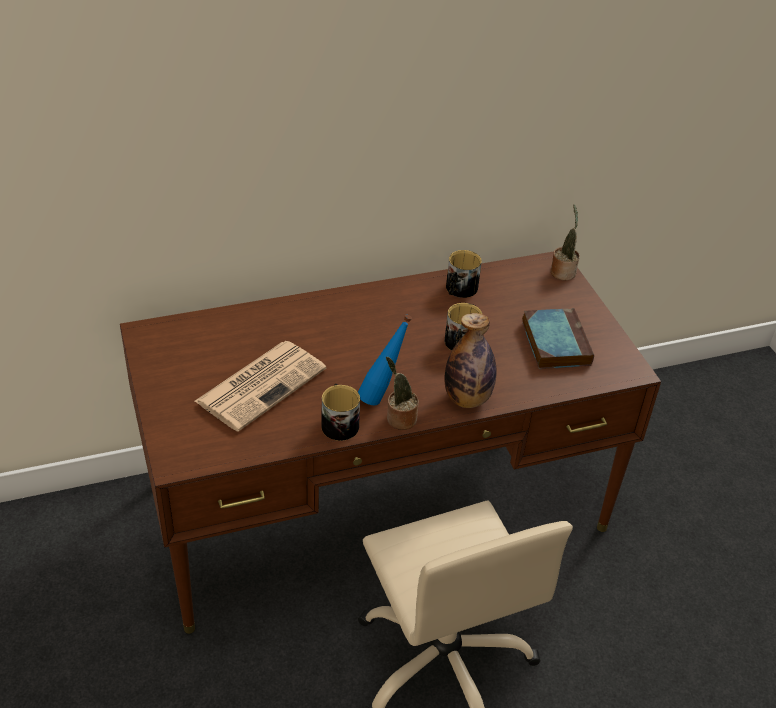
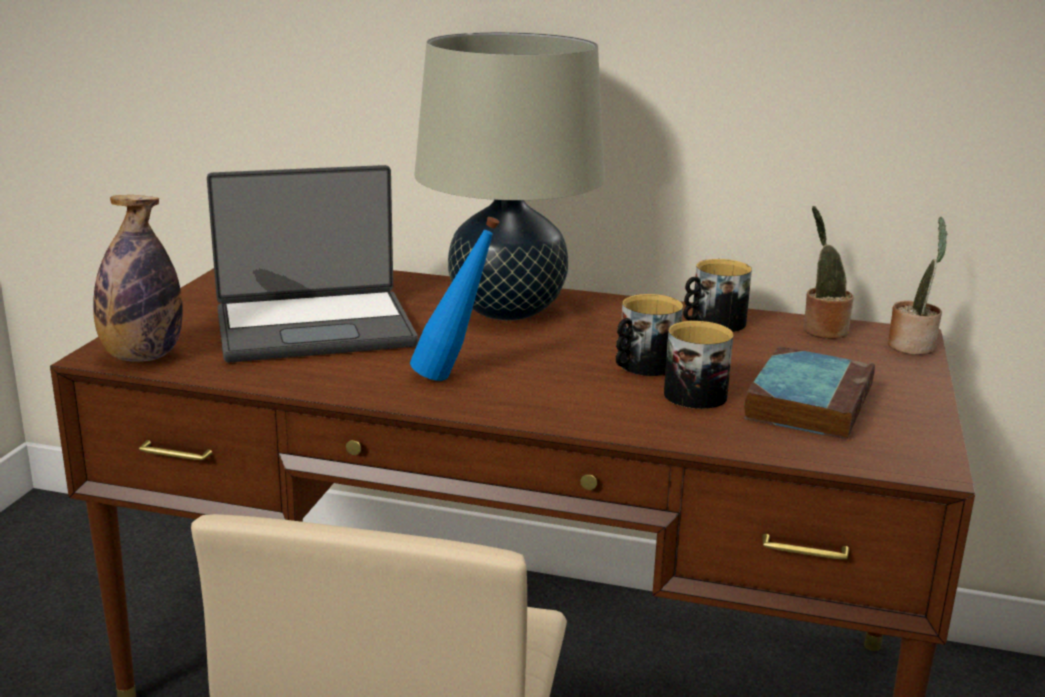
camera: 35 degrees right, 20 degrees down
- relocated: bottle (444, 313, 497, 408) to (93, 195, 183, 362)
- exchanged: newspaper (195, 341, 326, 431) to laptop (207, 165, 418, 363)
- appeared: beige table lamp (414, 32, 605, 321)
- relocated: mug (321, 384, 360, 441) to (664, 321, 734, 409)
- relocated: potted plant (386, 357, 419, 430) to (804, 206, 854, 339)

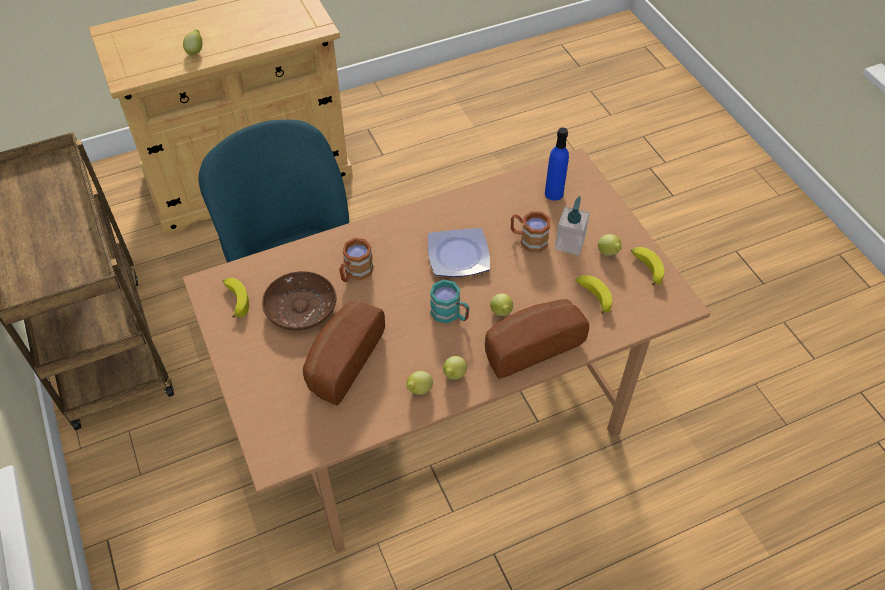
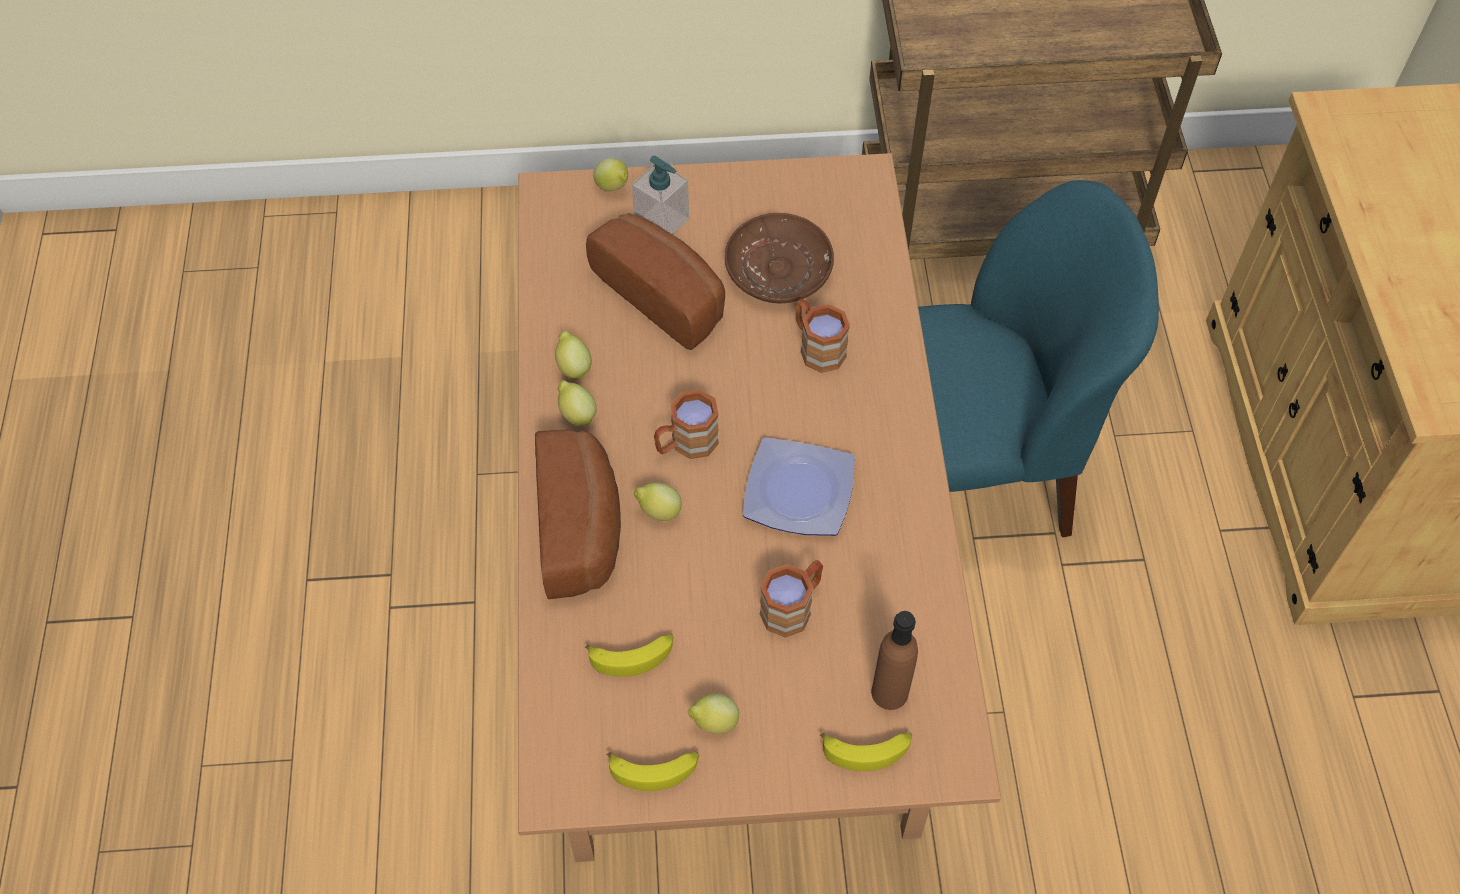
camera: 110 degrees right, 5 degrees up
- relocated: lemon (183, 29, 202, 56) to (593, 158, 628, 192)
- relocated: soap dispenser (555, 196, 590, 255) to (632, 156, 689, 235)
- colour: turquoise mug (430, 279, 470, 323) to brown mug (654, 389, 719, 459)
- relocated: banana (223, 278, 249, 318) to (820, 732, 912, 771)
- colour: blue bottle (545, 127, 569, 201) to brown bottle (871, 611, 918, 710)

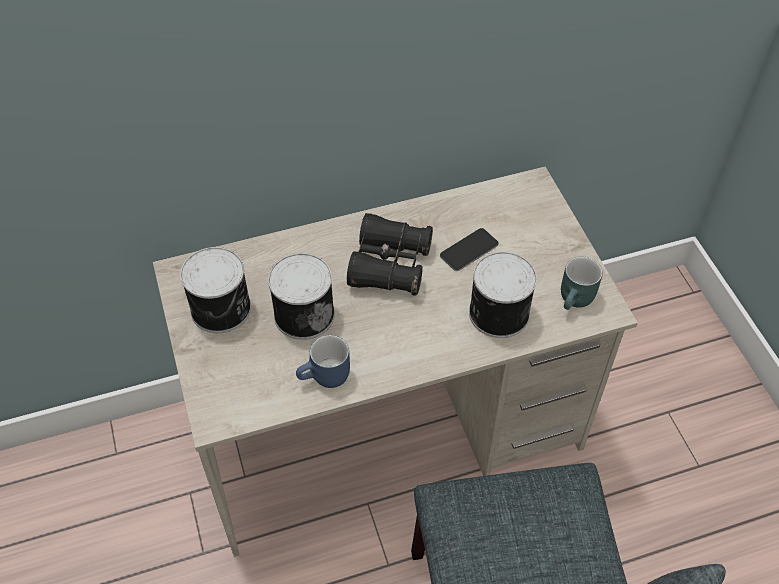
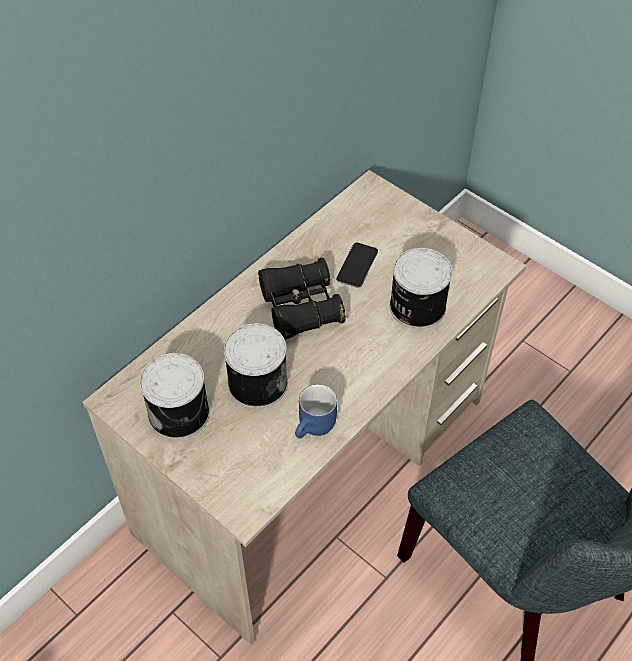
camera: 30 degrees left, 0 degrees up
- missing: turquoise mug (561, 257, 603, 310)

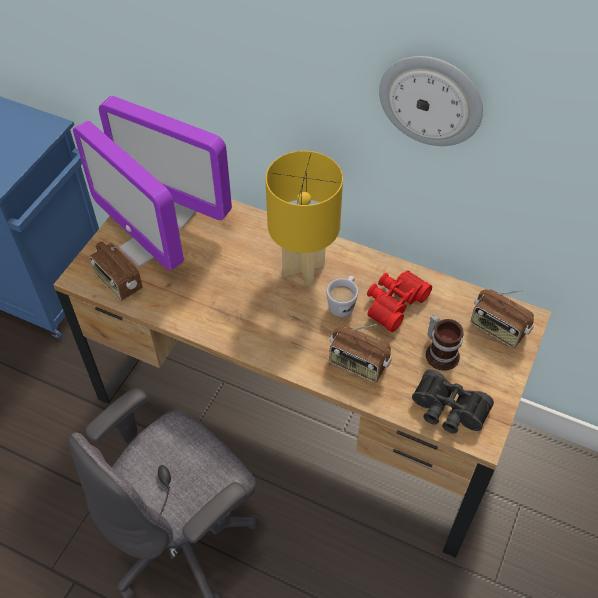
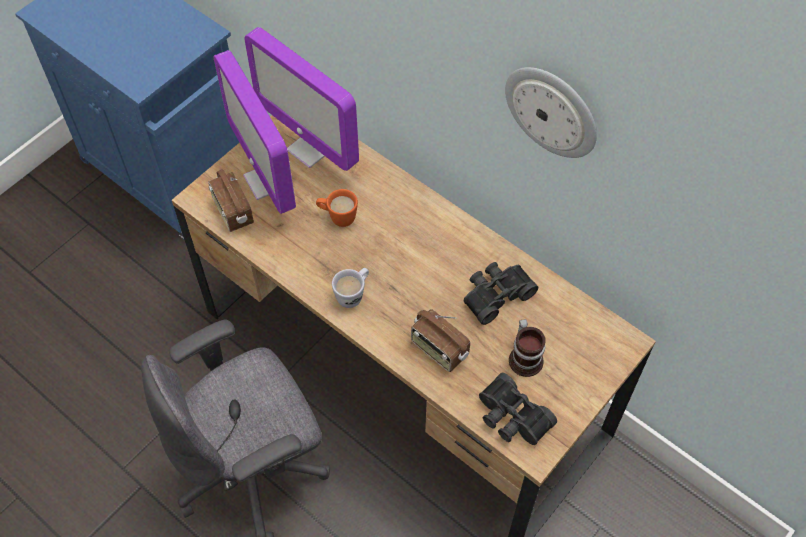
camera: 15 degrees right, 5 degrees up
- appeared: orange mug (316, 189, 358, 227)
- relocated: white mug (326, 276, 358, 317) to (332, 268, 369, 308)
- colour: red binoculars (367, 270, 432, 332) to black binoculars (463, 262, 538, 325)
- missing: yellow table lamp (265, 151, 343, 285)
- missing: radio (471, 290, 534, 348)

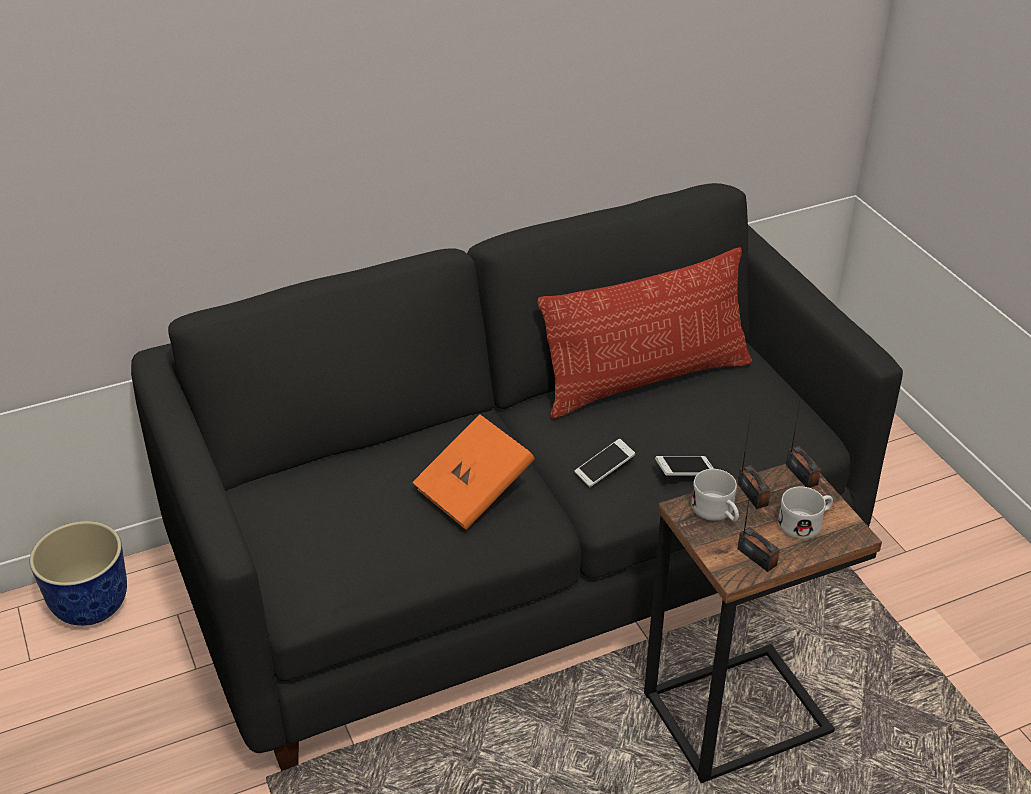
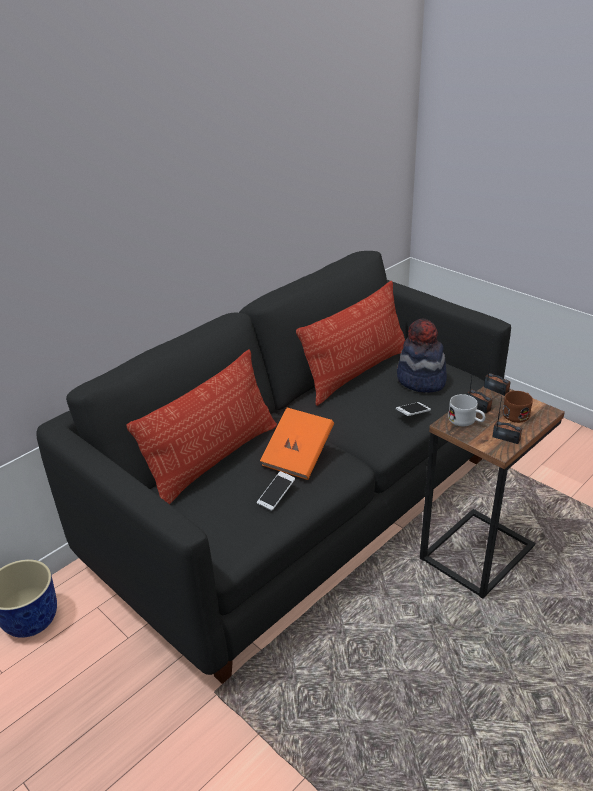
camera: 20 degrees left, 5 degrees down
- appeared: pillow (127, 350, 277, 504)
- relocated: phone (574, 439, 636, 487) to (257, 471, 296, 511)
- appeared: hat (397, 319, 447, 393)
- colour: white mug (778, 487, 833, 539) to brown mug (502, 391, 533, 423)

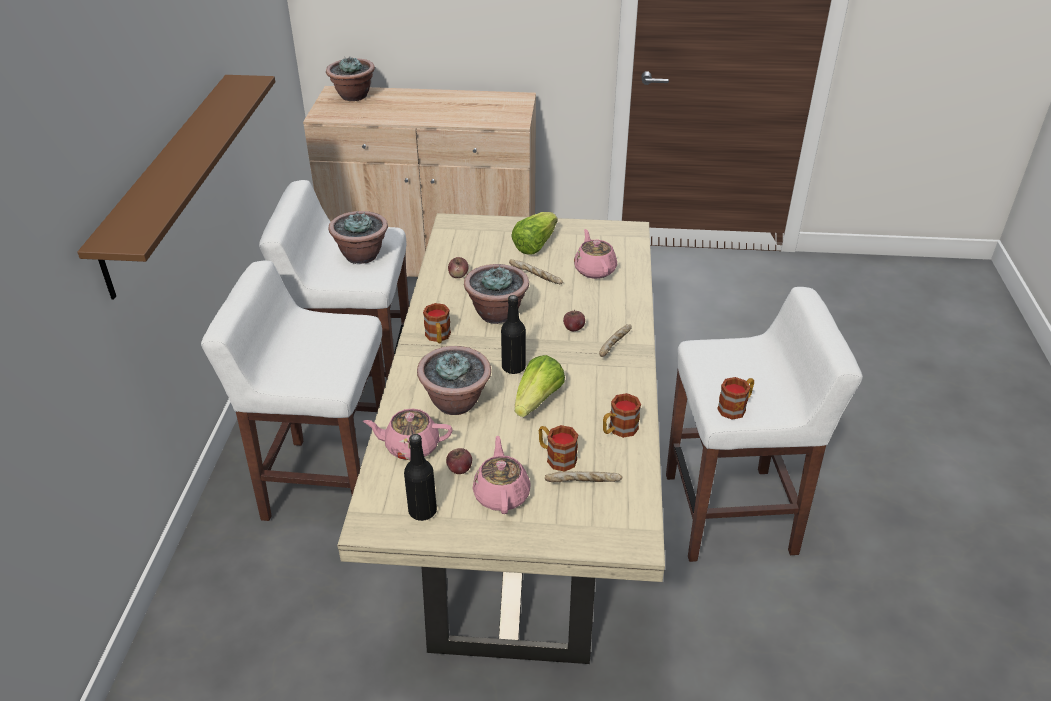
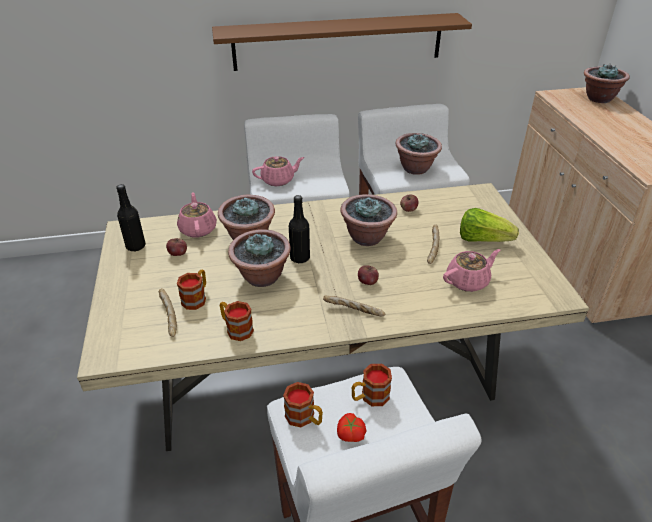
camera: 75 degrees right, 0 degrees up
- exchanged: lettuce (515, 355, 565, 417) to potted plant (228, 229, 291, 287)
- relocated: pink teapot (473, 435, 531, 514) to (252, 156, 304, 186)
- appeared: tomato (337, 413, 367, 442)
- relocated: mug (423, 303, 451, 343) to (351, 364, 392, 406)

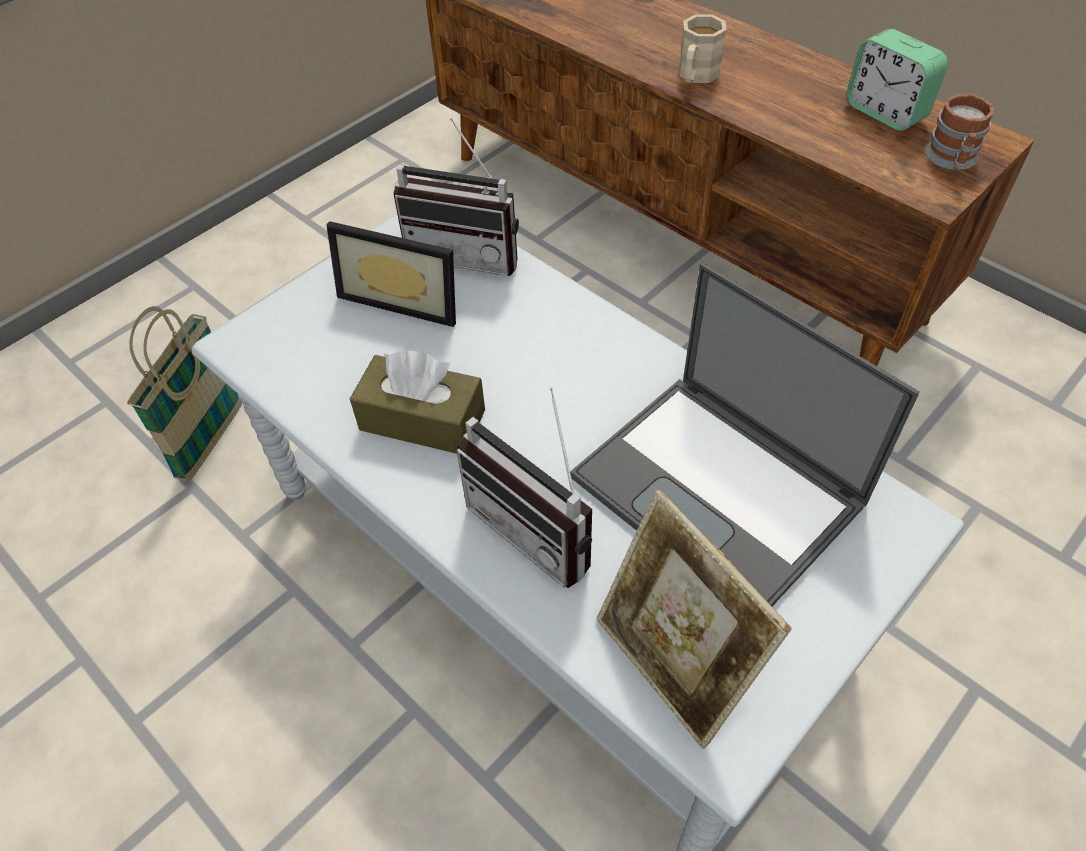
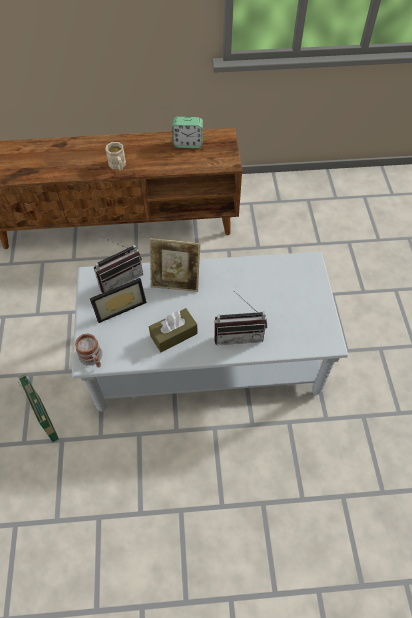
camera: 50 degrees left, 5 degrees up
- relocated: mug (925, 93, 994, 174) to (75, 334, 103, 368)
- relocated: picture frame (597, 490, 792, 749) to (150, 238, 200, 292)
- missing: laptop (570, 263, 920, 606)

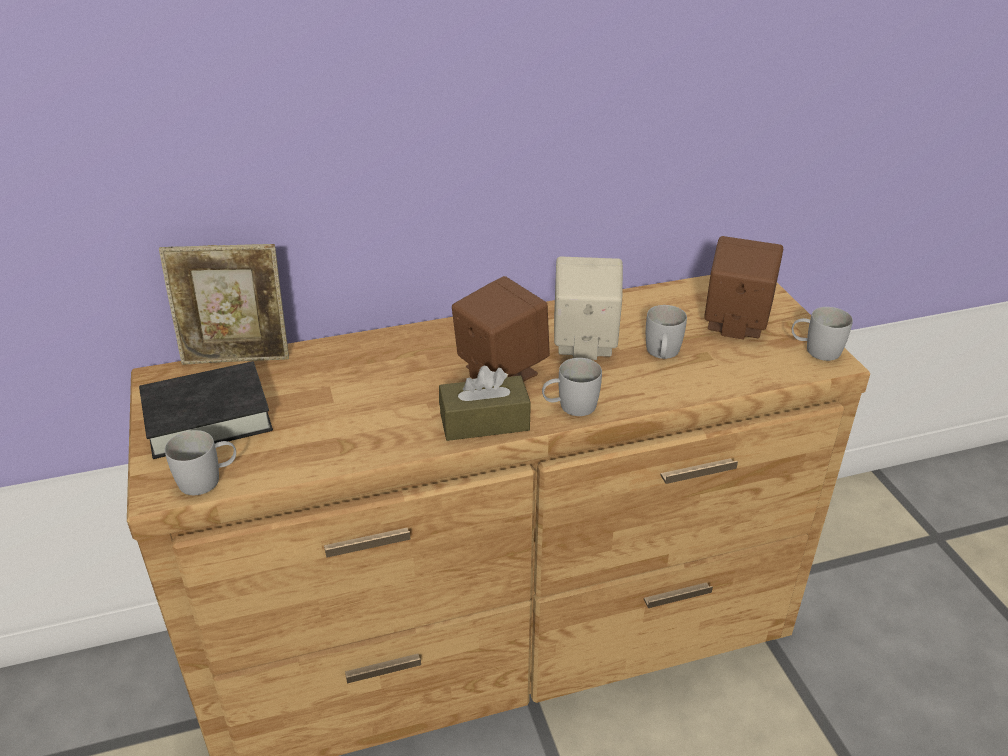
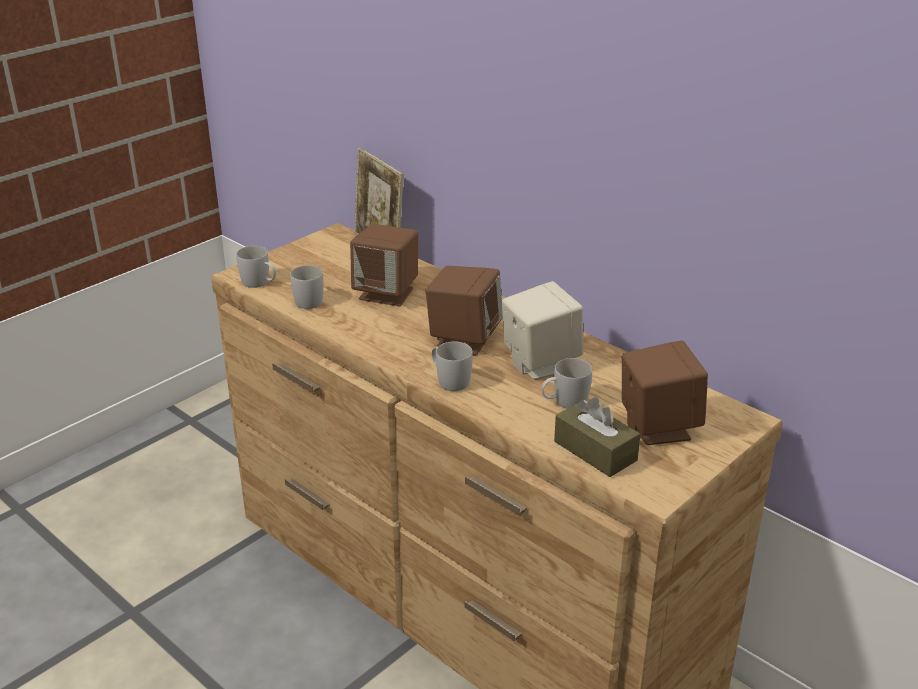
camera: 60 degrees right, 5 degrees down
- relocated: white mug (792, 307, 853, 361) to (290, 265, 324, 309)
- appeared: brown speaker (350, 224, 418, 306)
- relocated: brown tissue box (439, 366, 531, 441) to (554, 397, 640, 477)
- missing: black book (139, 361, 273, 459)

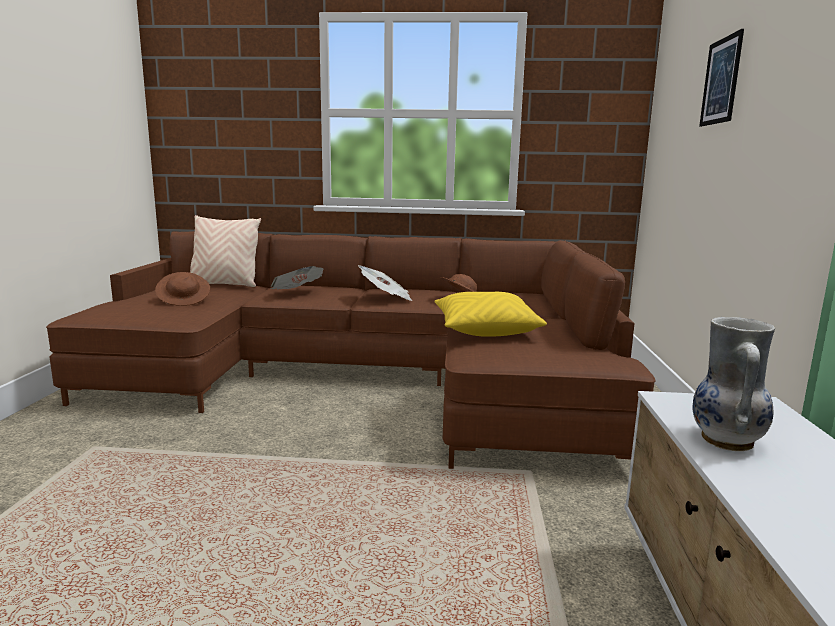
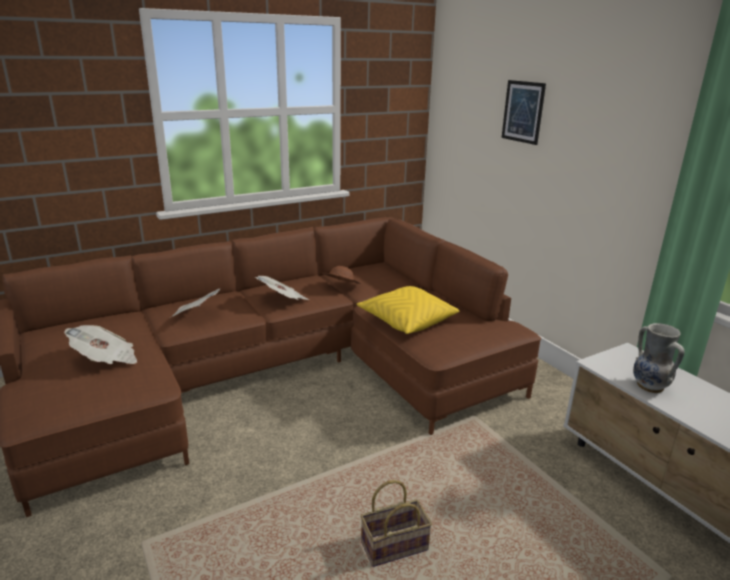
camera: 35 degrees left, 10 degrees up
- exchanged: brown hat (155, 272, 210, 306) to newspaper (64, 325, 137, 364)
- appeared: basket (361, 480, 432, 567)
- missing: beige pillow (190, 215, 261, 287)

